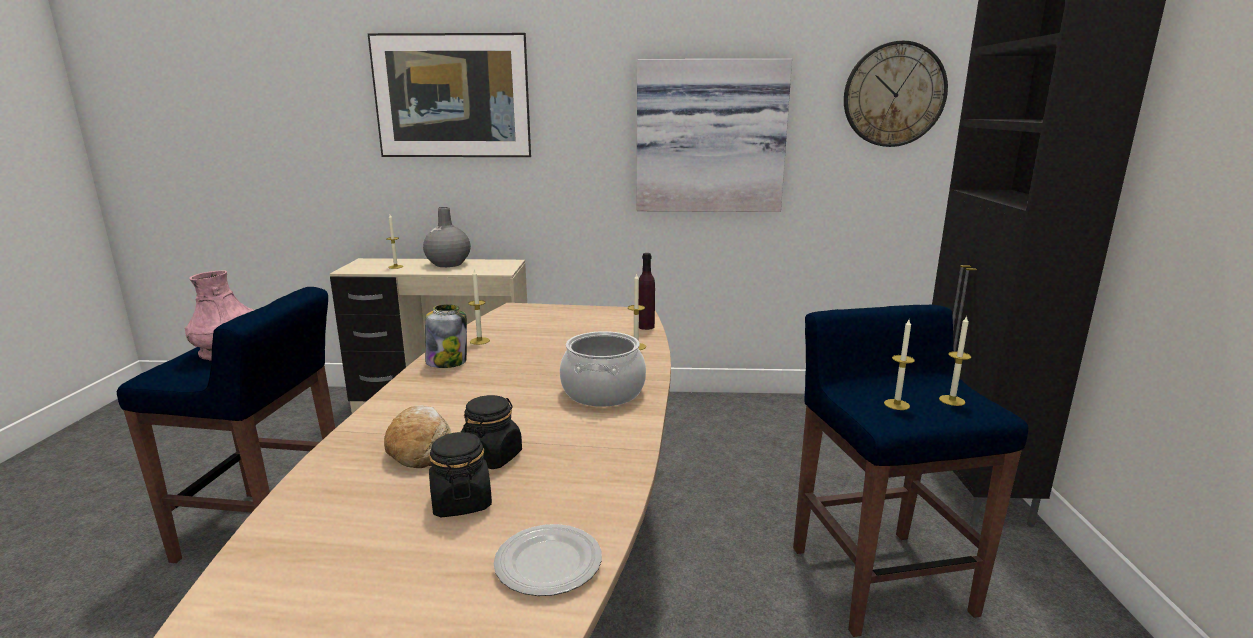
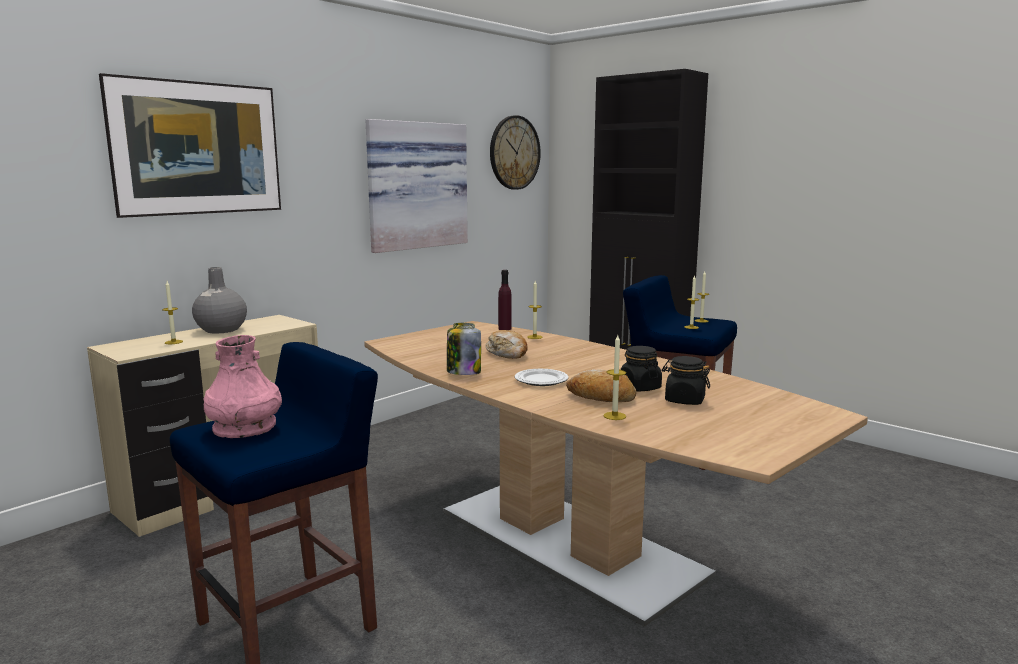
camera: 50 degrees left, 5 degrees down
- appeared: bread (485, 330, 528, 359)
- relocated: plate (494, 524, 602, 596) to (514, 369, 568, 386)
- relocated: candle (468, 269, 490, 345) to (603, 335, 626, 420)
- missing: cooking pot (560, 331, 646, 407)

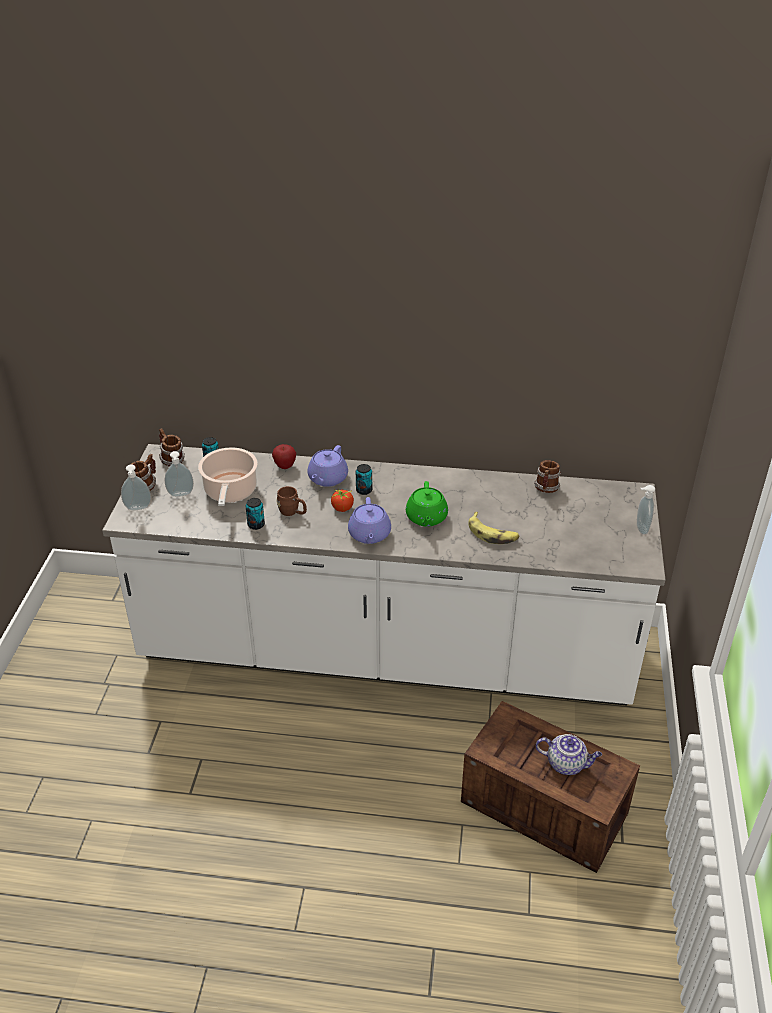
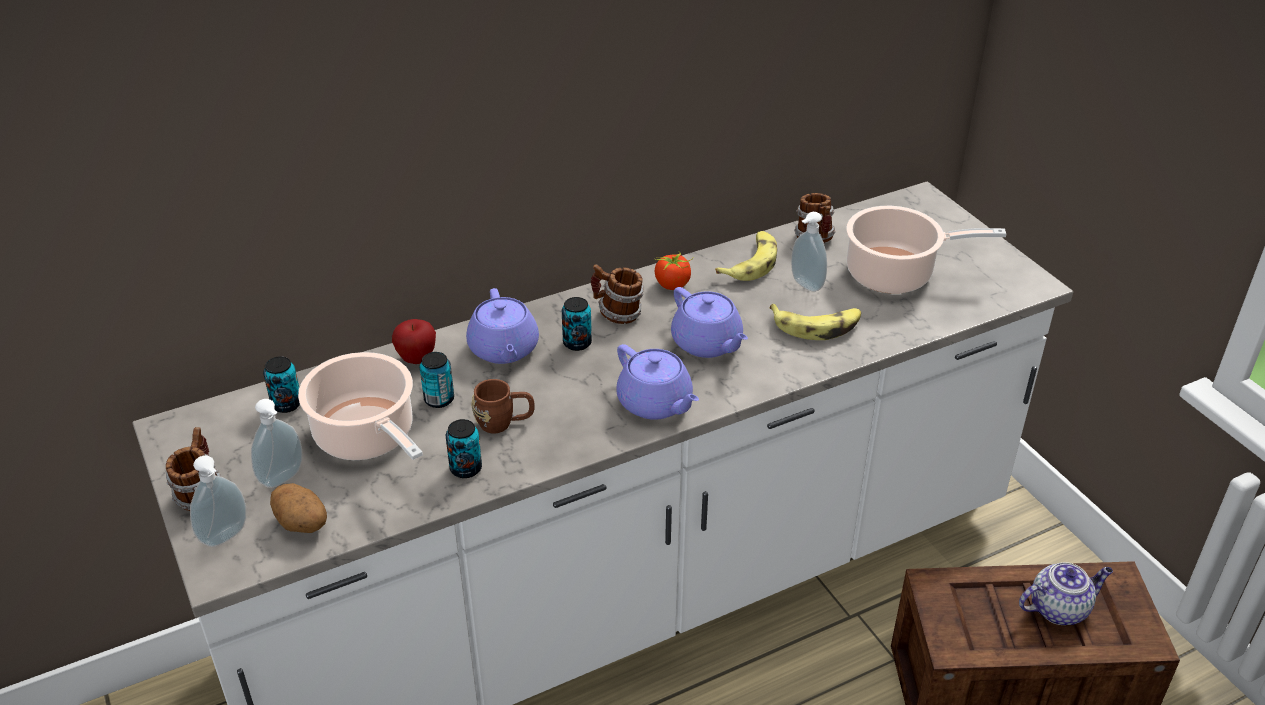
camera: 35 degrees left, 0 degrees up
- appeared: potato (270, 483, 327, 533)
- appeared: can (419, 352, 454, 408)
- relocated: mug (159, 428, 185, 466) to (591, 264, 643, 324)
- relocated: tomato (331, 489, 354, 512) to (655, 252, 693, 290)
- colour: green teapot (406, 481, 448, 527) to purple teapot (671, 287, 748, 358)
- appeared: banana (715, 231, 777, 281)
- relocated: soap dispenser (637, 485, 655, 535) to (791, 212, 827, 292)
- appeared: cooking pot (846, 206, 1006, 294)

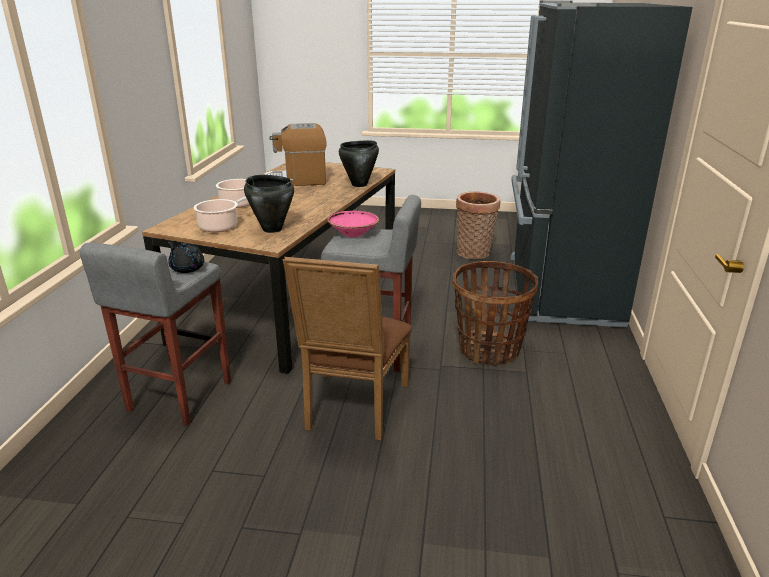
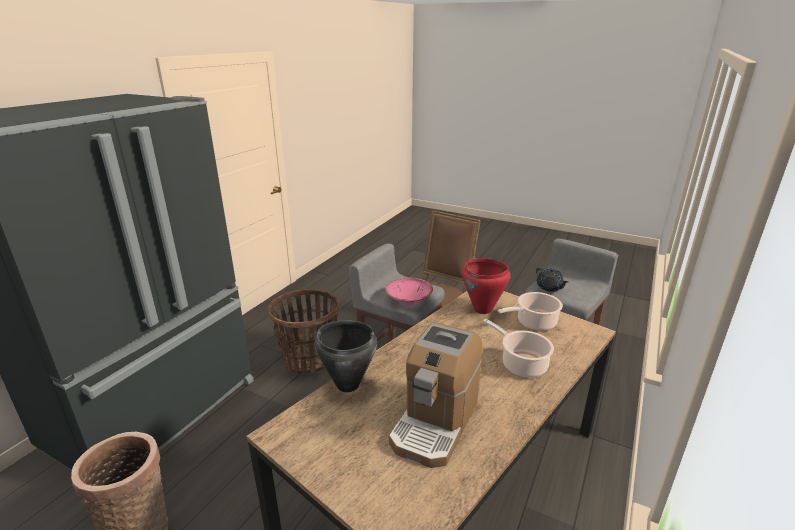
camera: 160 degrees left, 0 degrees up
- spun: coffee machine (264, 123, 327, 186) = (389, 322, 483, 468) 105 degrees clockwise
- colour: black cooking pot (244, 175, 294, 233) to red cooking pot (462, 258, 510, 314)

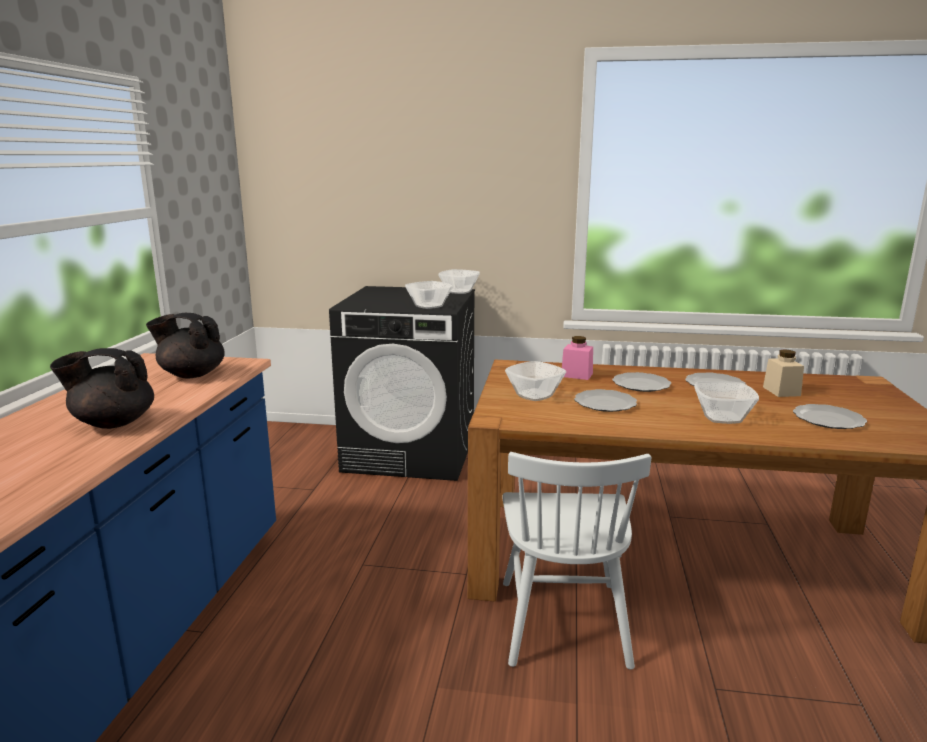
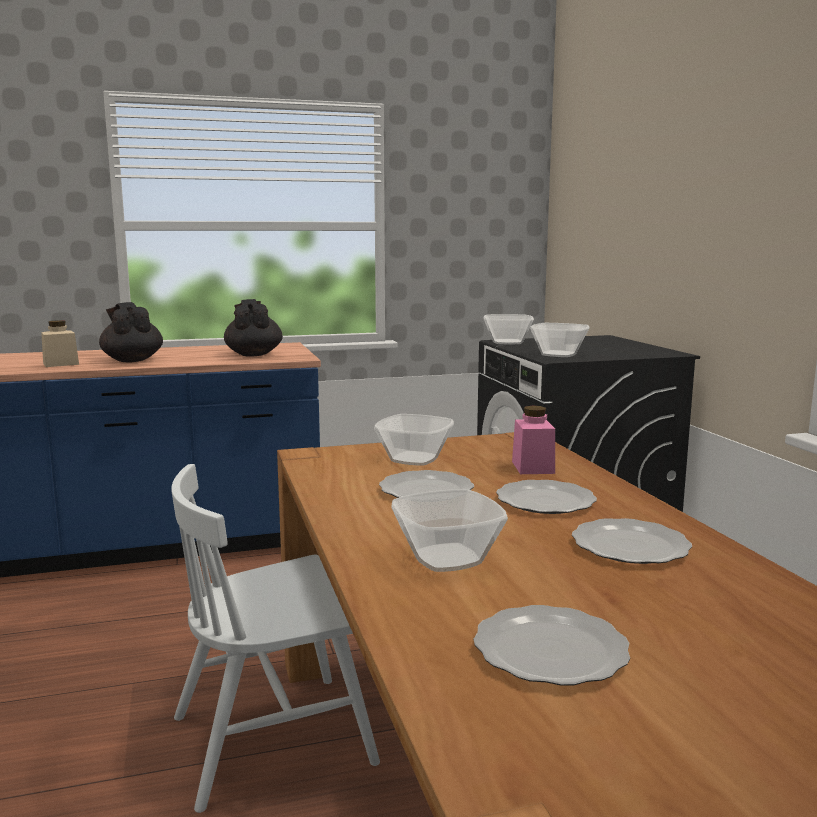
camera: 65 degrees right, 5 degrees down
- relocated: beige jar (763, 349, 804, 397) to (41, 320, 79, 367)
- relocated: bowl (438, 269, 480, 294) to (483, 314, 534, 344)

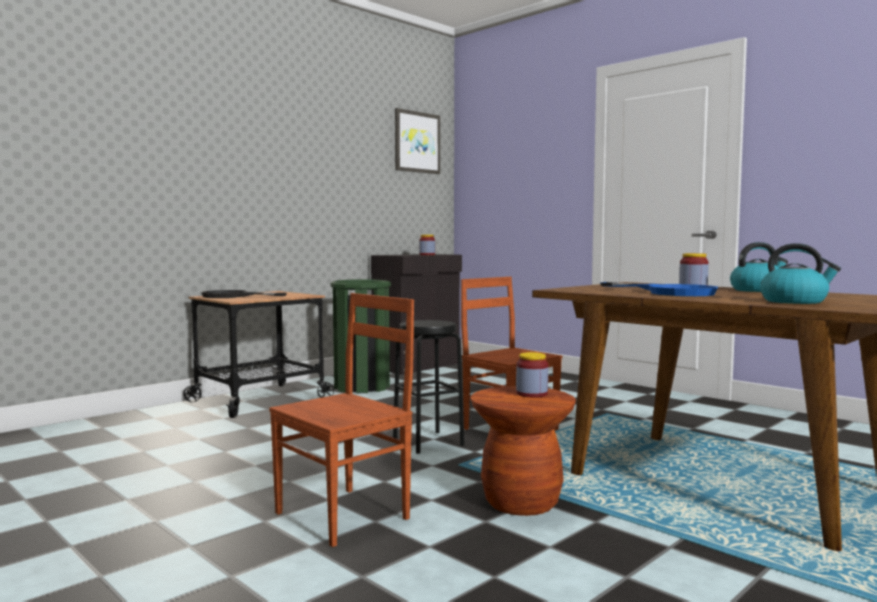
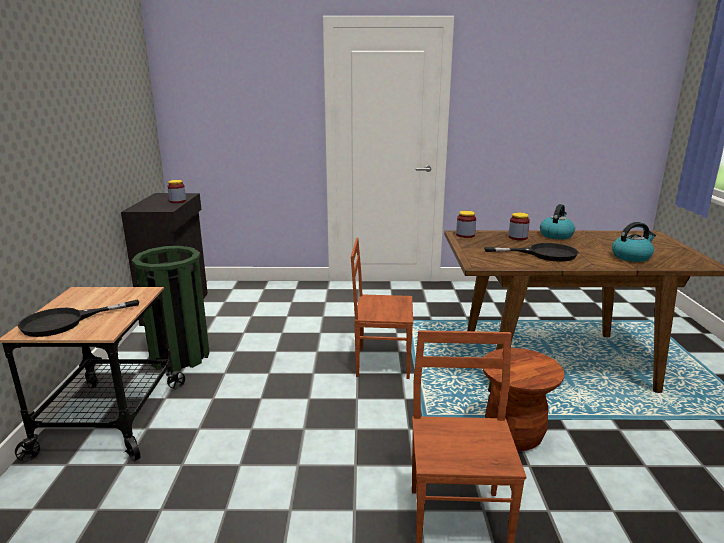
camera: 45 degrees left, 15 degrees up
- relocated: jar (516, 352, 548, 398) to (456, 211, 476, 238)
- colour: blue frying pan (600, 282, 718, 296) to black frying pan (484, 243, 579, 262)
- missing: black stool (393, 320, 465, 454)
- missing: picture (395, 108, 440, 174)

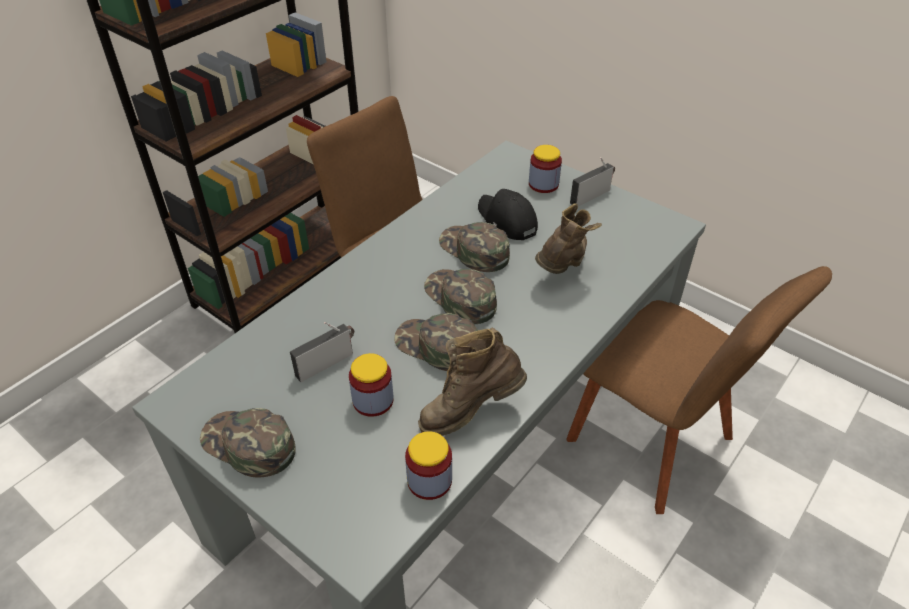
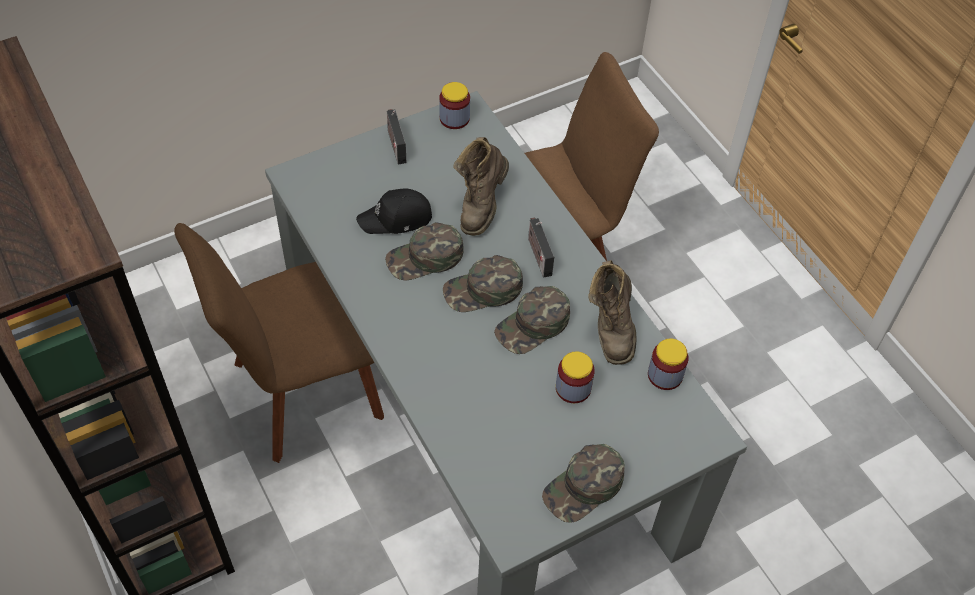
camera: 70 degrees left, 10 degrees up
- relocated: jar (529, 145, 562, 193) to (439, 82, 470, 129)
- spun: brown boot (535, 204, 602, 274) = (453, 137, 509, 236) 120 degrees counterclockwise
- relocated: radio (290, 322, 354, 382) to (528, 217, 554, 278)

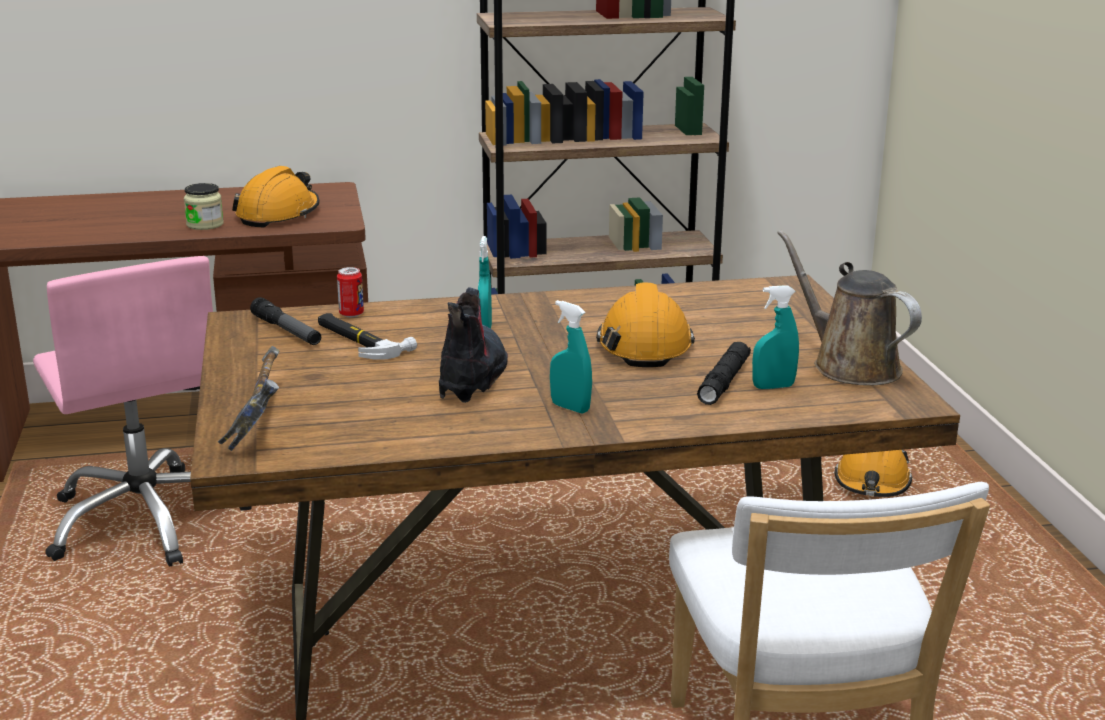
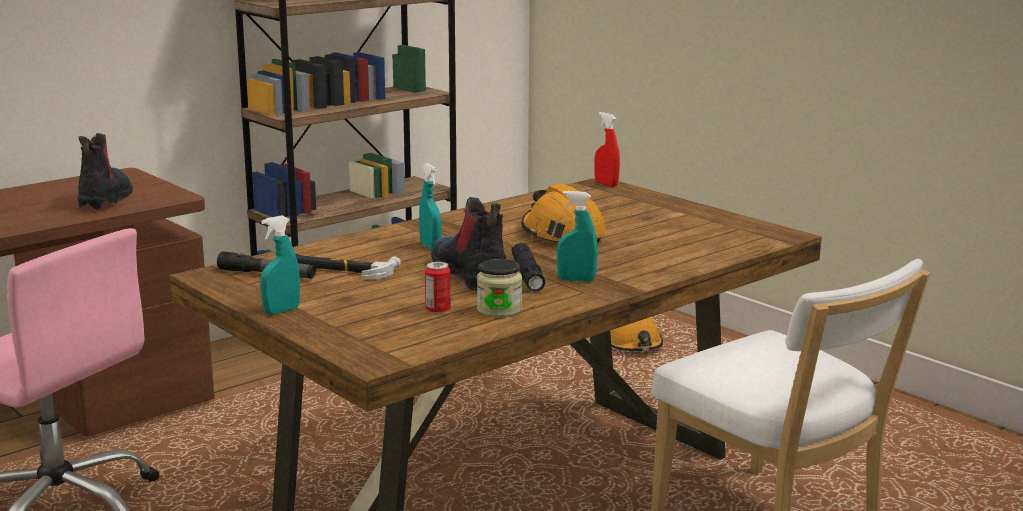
camera: 30 degrees left, 5 degrees down
- exchanged: orange hard hat (232, 166, 320, 227) to boot (78, 133, 133, 210)
- relocated: turquoise spray bottle (752, 285, 799, 389) to (260, 215, 300, 315)
- relocated: can (337, 267, 364, 317) to (425, 262, 451, 314)
- relocated: jar (184, 183, 224, 230) to (477, 259, 522, 317)
- relocated: black flashlight (697, 342, 751, 405) to (512, 243, 545, 292)
- appeared: red spray bottle (594, 112, 620, 187)
- missing: hammer (218, 346, 280, 451)
- missing: brown watering can (777, 230, 922, 385)

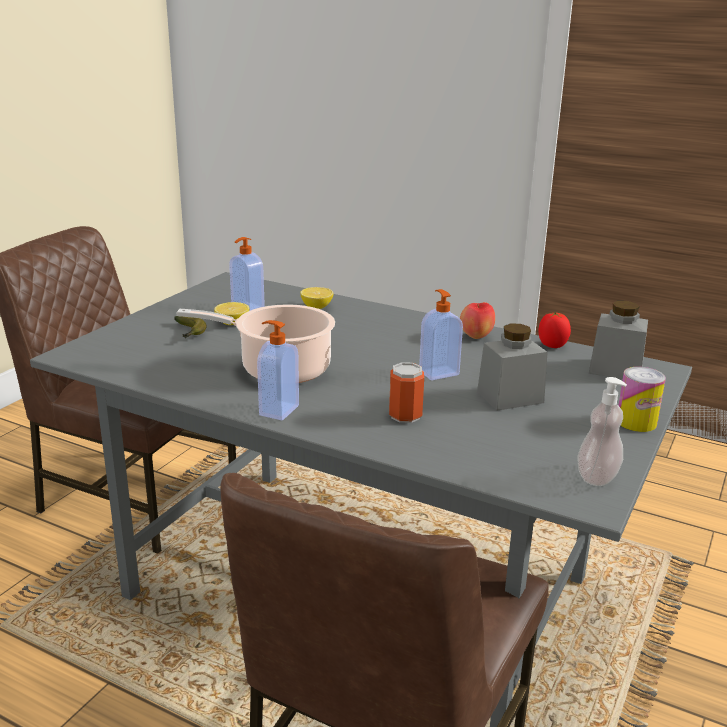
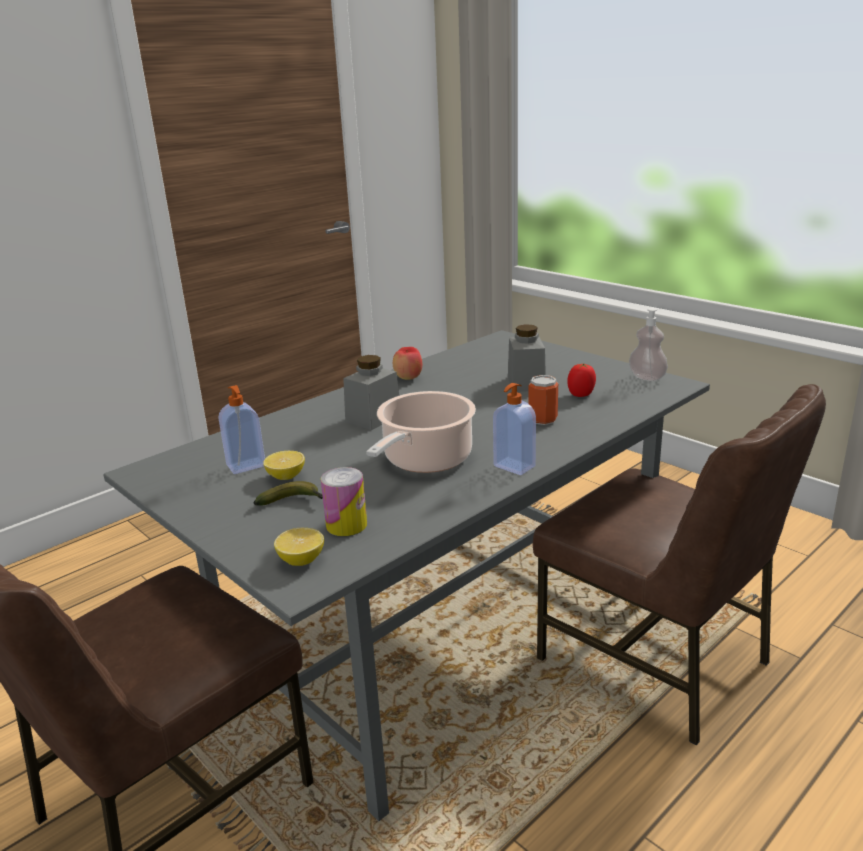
camera: 70 degrees left, 0 degrees up
- relocated: lemon (300, 287, 333, 309) to (274, 528, 324, 566)
- relocated: can (618, 367, 666, 432) to (321, 467, 367, 536)
- relocated: grey jar (589, 301, 648, 379) to (343, 355, 399, 430)
- relocated: tomato (538, 312, 571, 348) to (568, 363, 596, 397)
- missing: soap dispenser (419, 289, 463, 380)

